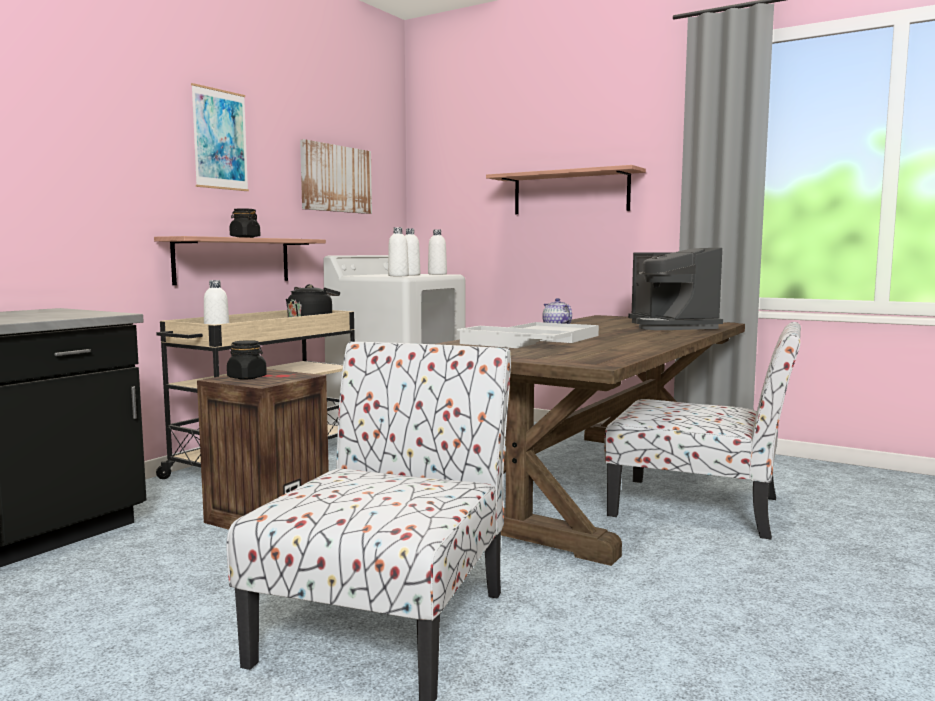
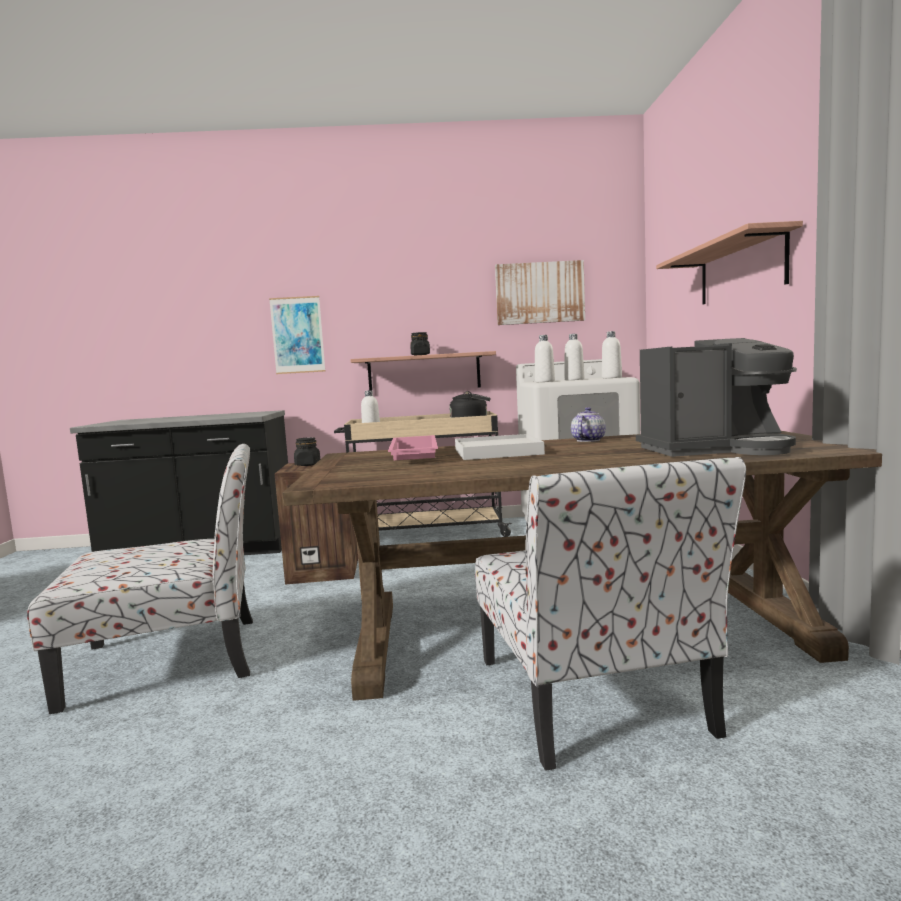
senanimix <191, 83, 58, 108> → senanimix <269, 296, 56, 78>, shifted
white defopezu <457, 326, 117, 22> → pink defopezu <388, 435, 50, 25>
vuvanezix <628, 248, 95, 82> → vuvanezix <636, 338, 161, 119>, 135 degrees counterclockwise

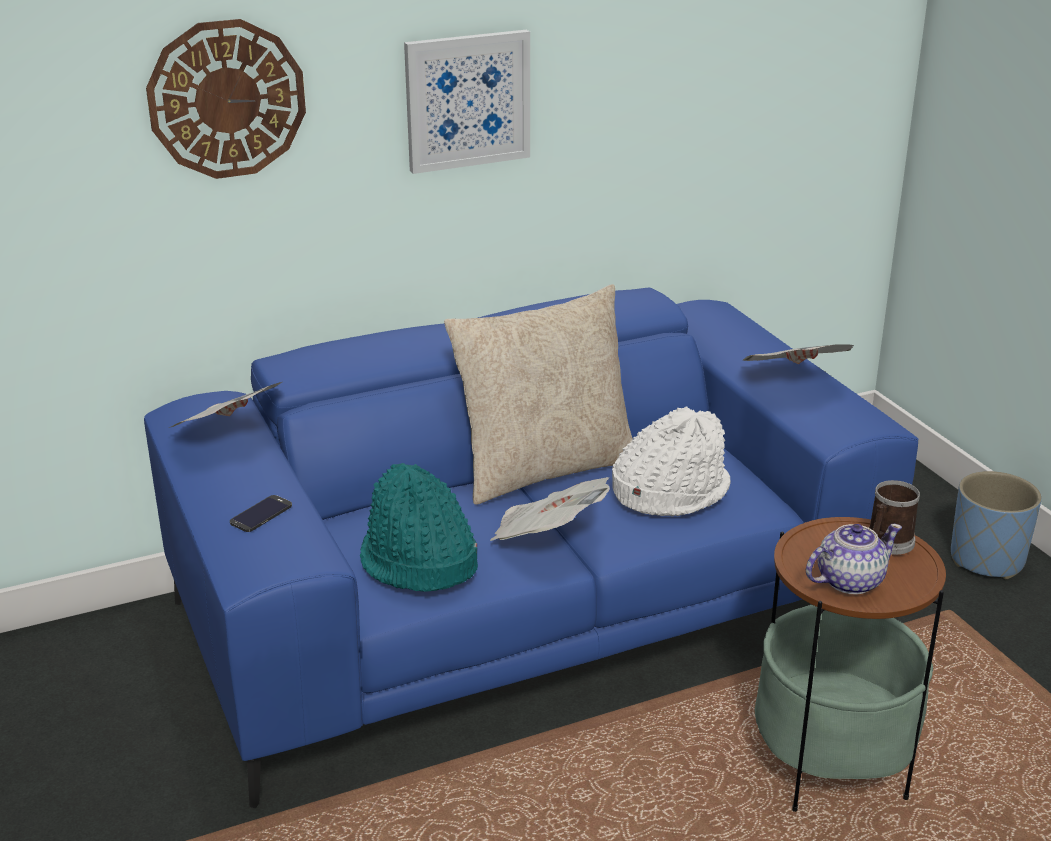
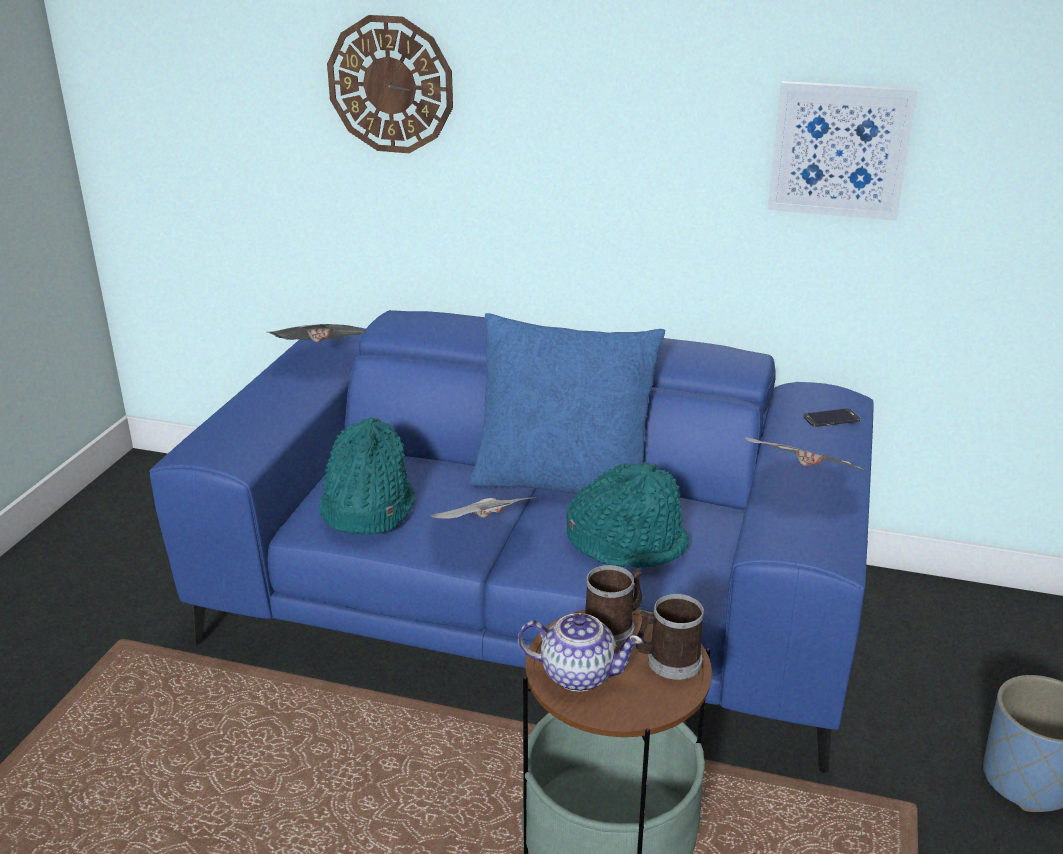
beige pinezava <444, 284, 189, 221> → blue pinezava <469, 313, 196, 181>
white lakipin <612, 406, 119, 111> → turquoise lakipin <566, 461, 123, 107>
- → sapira <585, 565, 57, 82>
senanimix <404, 30, 126, 144> → senanimix <768, 81, 150, 140>, shifted
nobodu <230, 495, 62, 37> → nobodu <803, 408, 57, 19>, shifted

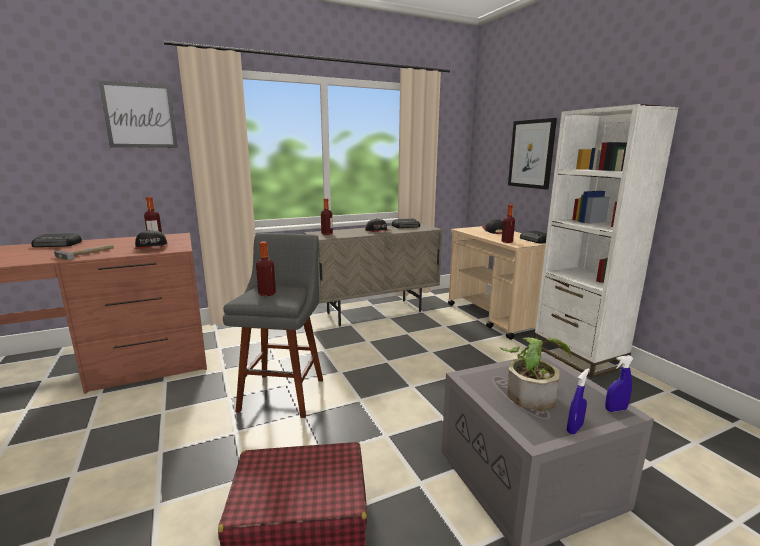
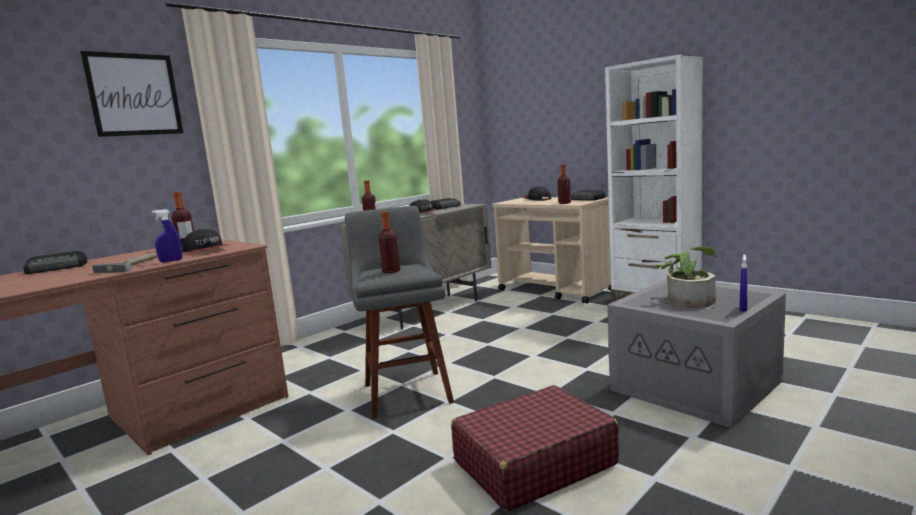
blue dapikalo <605, 355, 29, 57> → blue dapikalo <152, 209, 30, 54>, shifted
senanimix <508, 118, 49, 72> → -

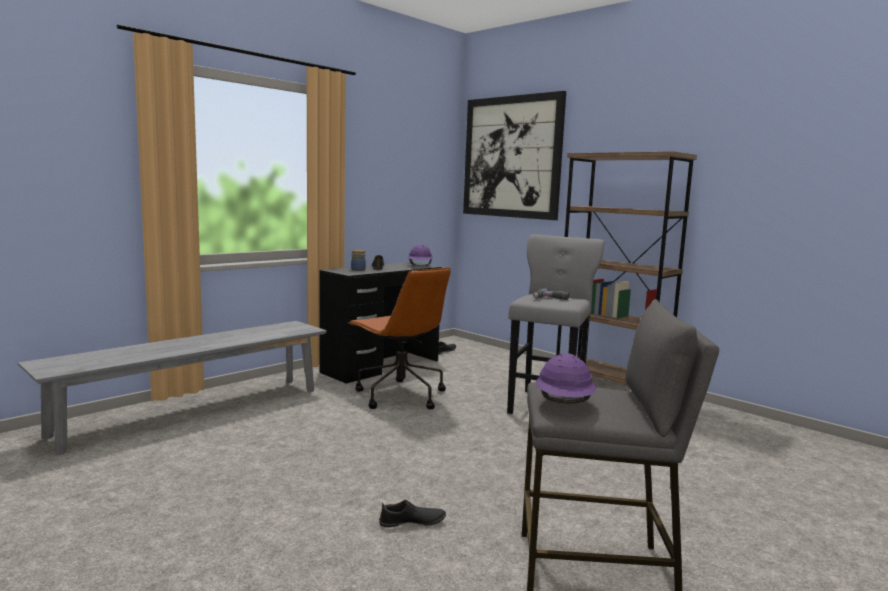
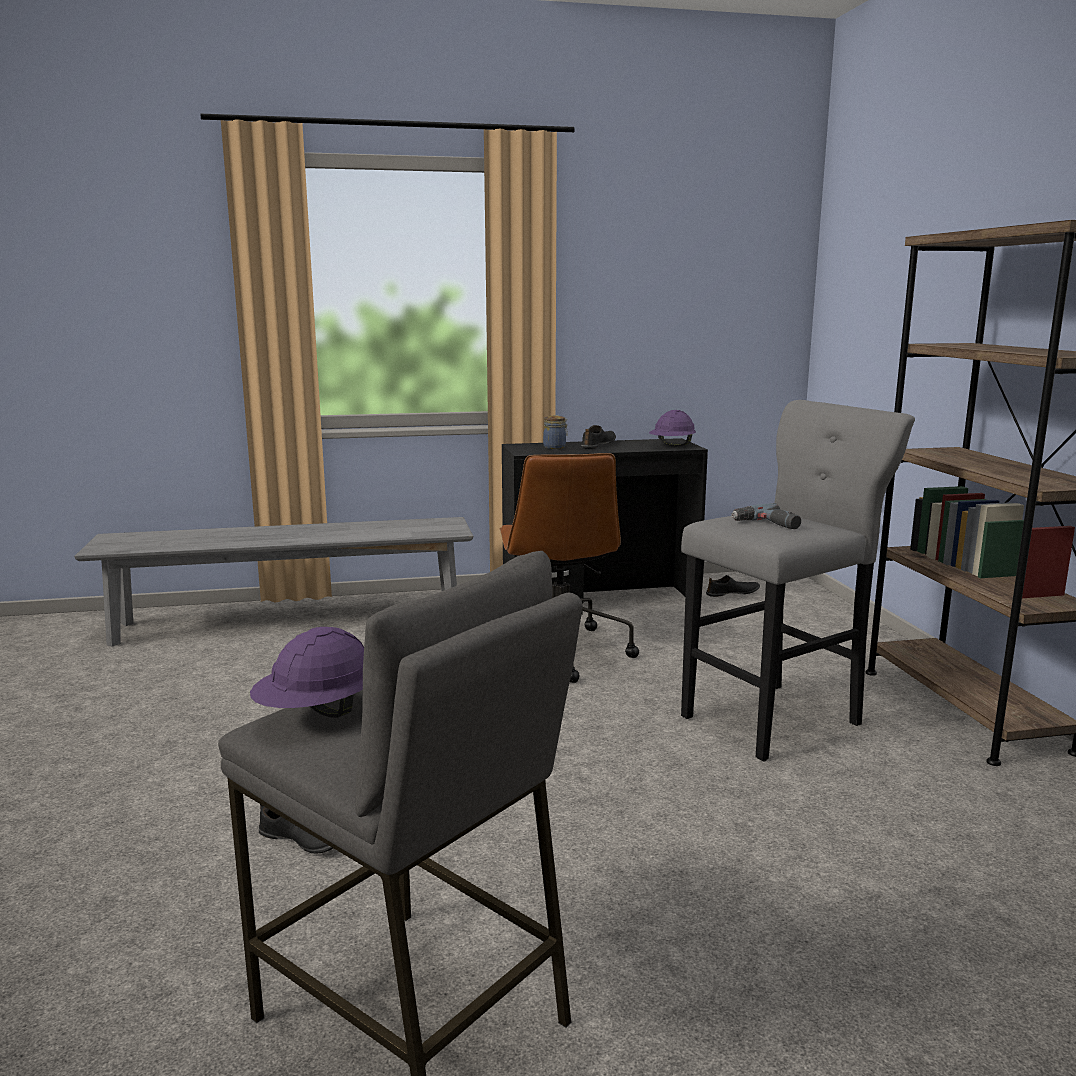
senanimix <463, 91, 103, 129> → -

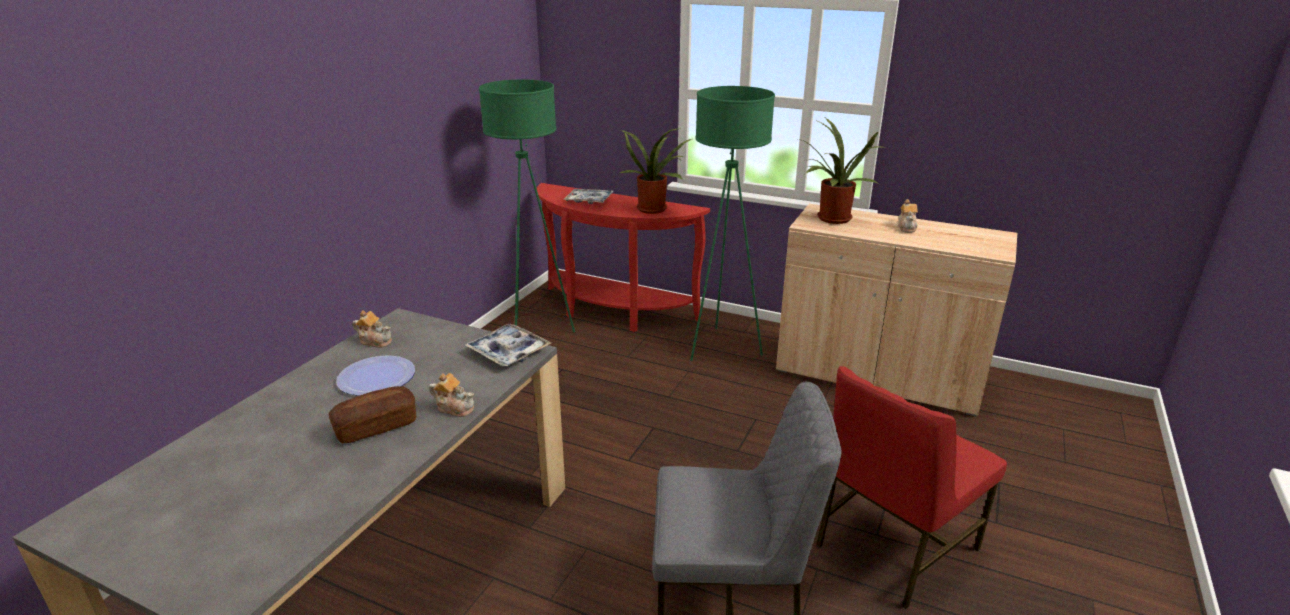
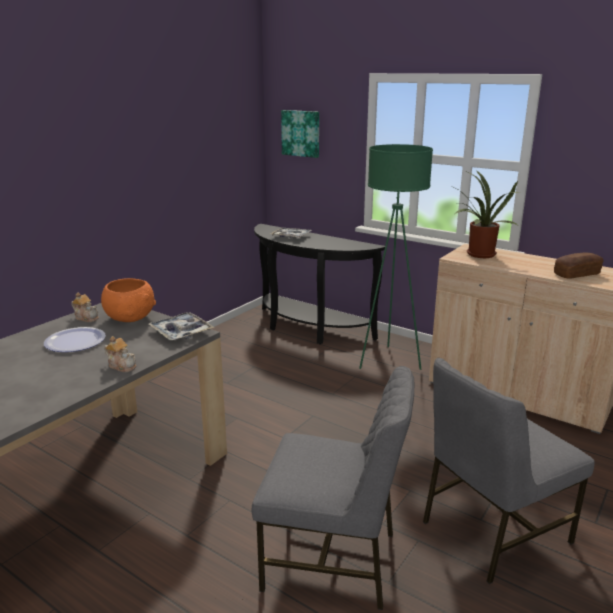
- → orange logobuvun <101, 278, 55, 44>
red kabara <537, 183, 173, 149> → black kabara <254, 224, 131, 120>
- → senanimix <281, 110, 38, 48>
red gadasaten <816, 366, 191, 243> → grey gadasaten <423, 358, 172, 226>
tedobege <329, 386, 88, 57> → tedobege <554, 252, 50, 27>, shifted
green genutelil <479, 79, 96, 253> → -
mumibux <618, 128, 74, 86> → -
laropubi <898, 199, 20, 34> → -

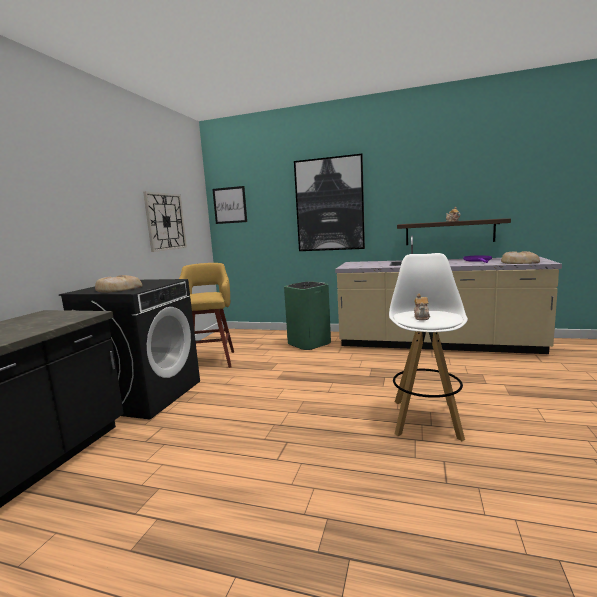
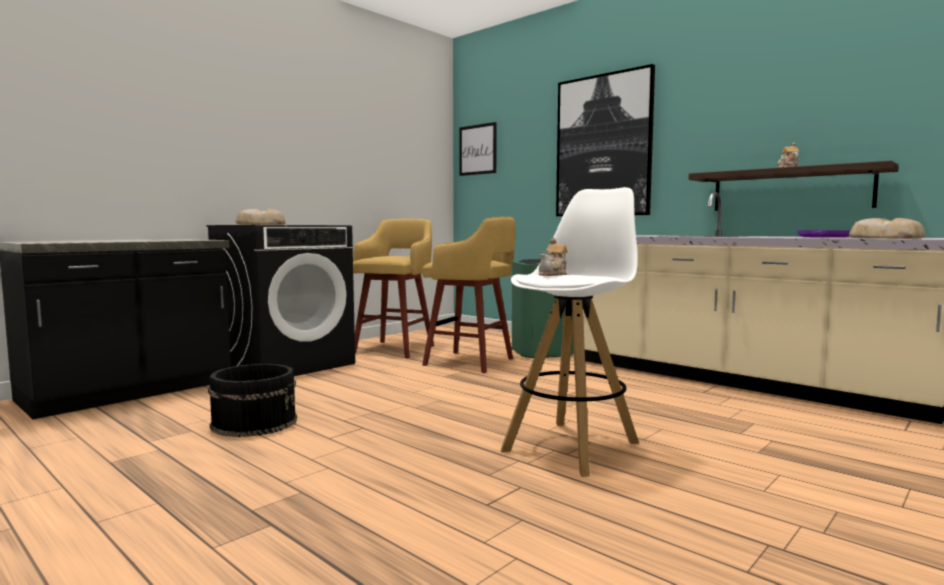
- → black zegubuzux <208, 364, 89, 73>
- → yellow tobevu <422, 217, 93, 156>
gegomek <143, 192, 44, 60> → -

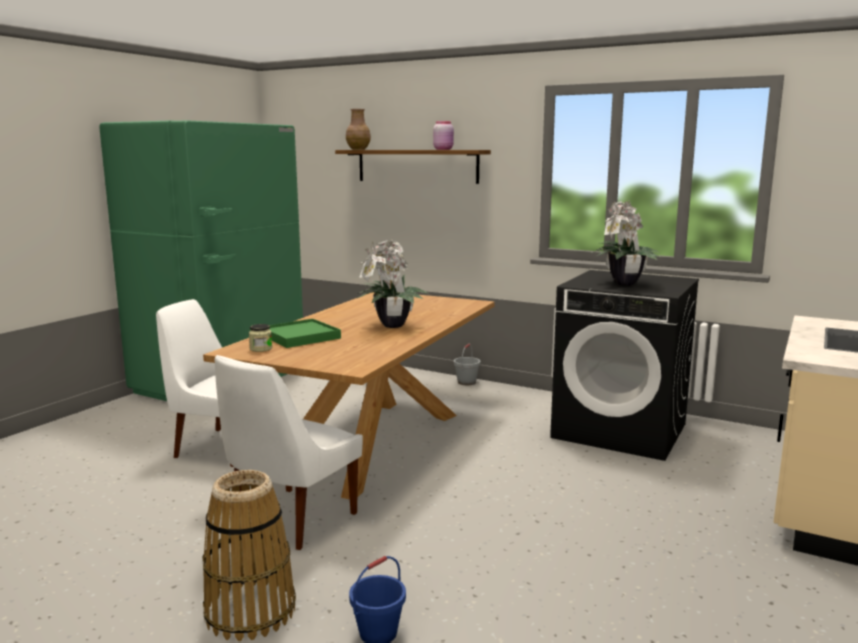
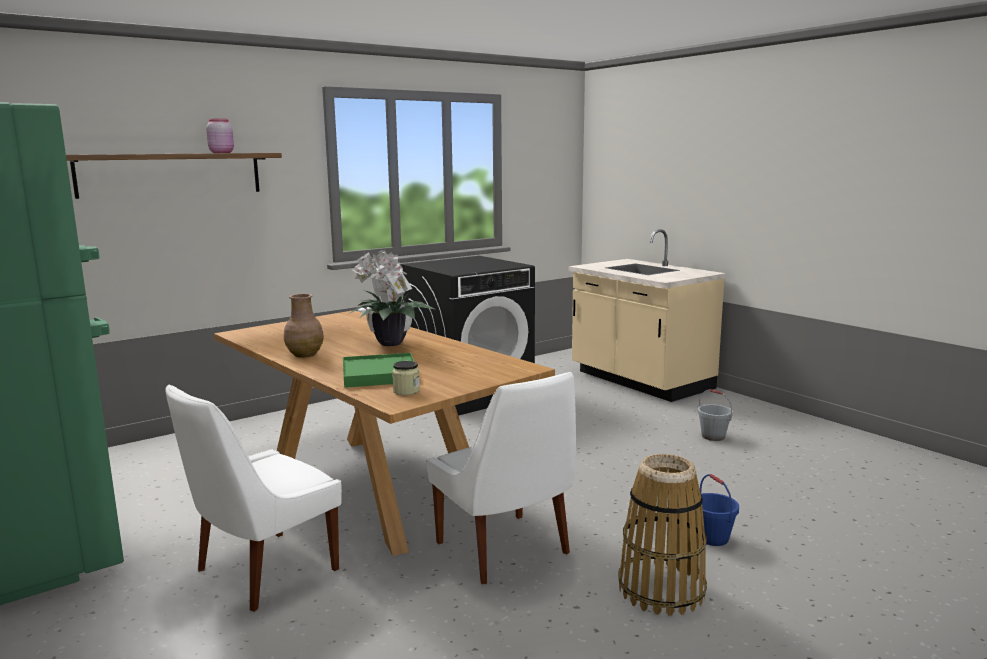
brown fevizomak <346, 109, 25, 41> → brown fevizomak <284, 294, 40, 64>, shifted
grey zegubuzux <454, 344, 27, 41> → grey zegubuzux <697, 389, 36, 52>, shifted
mumibux <591, 200, 69, 86> → -

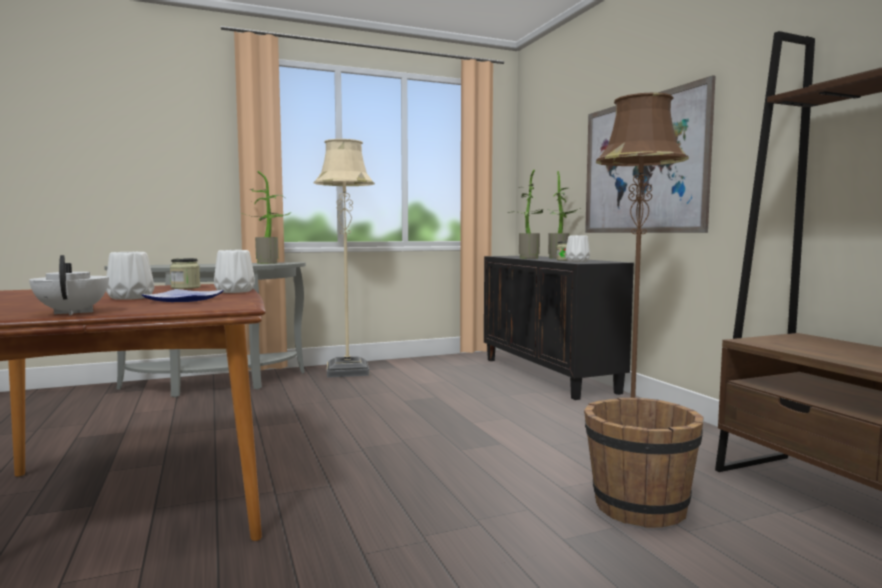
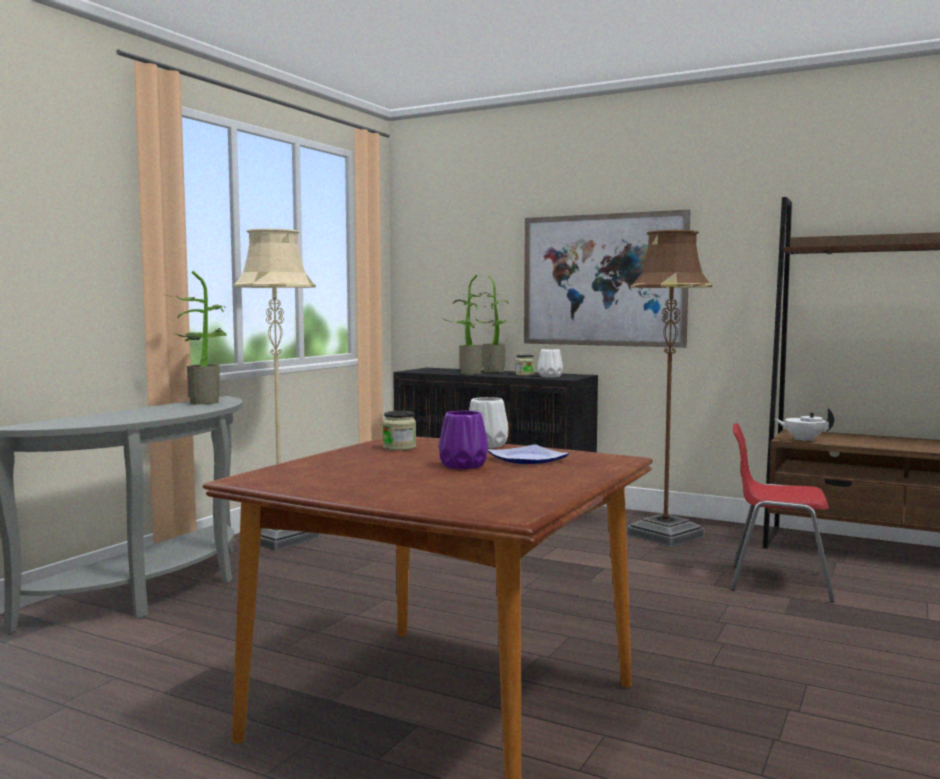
white fevizomak <106, 252, 48, 48> → purple fevizomak <439, 411, 49, 58>
brown zegubuzux <584, 398, 120, 130> → red gadasaten <730, 423, 105, 180>
white laropubi <29, 255, 80, 60> → white laropubi <775, 408, 59, 34>, shifted

